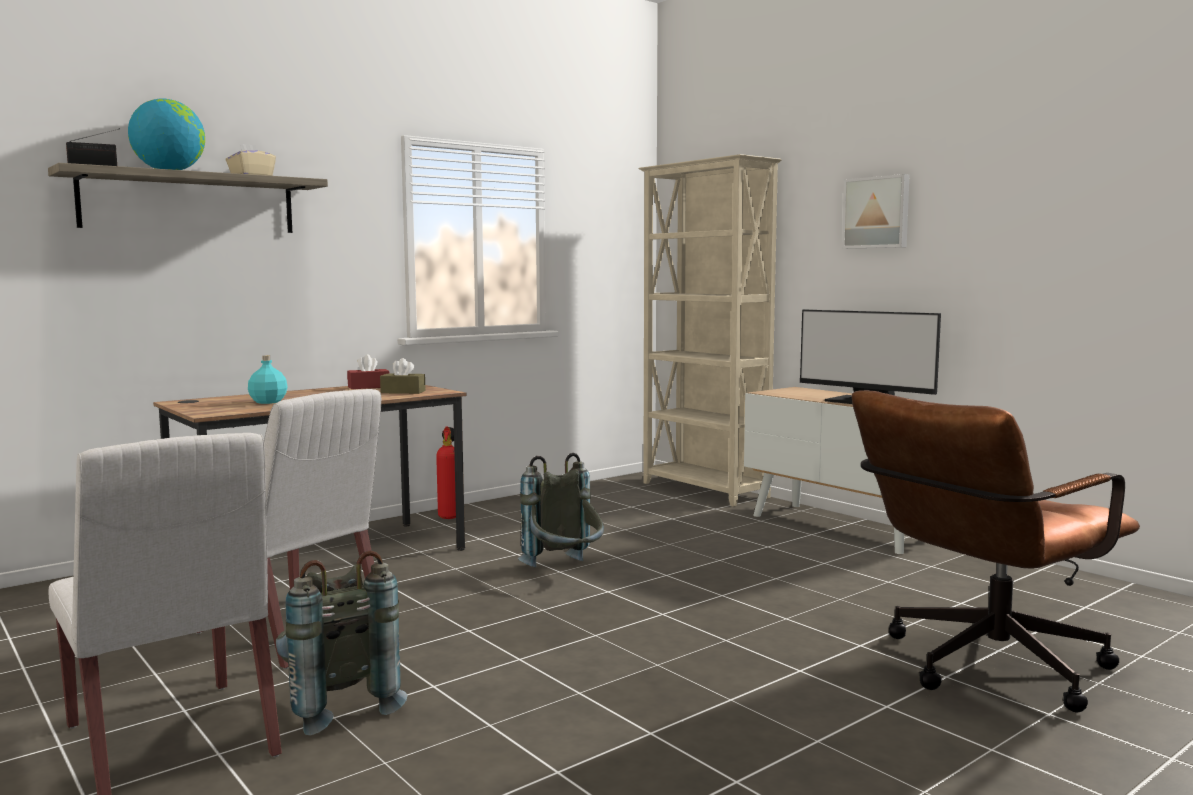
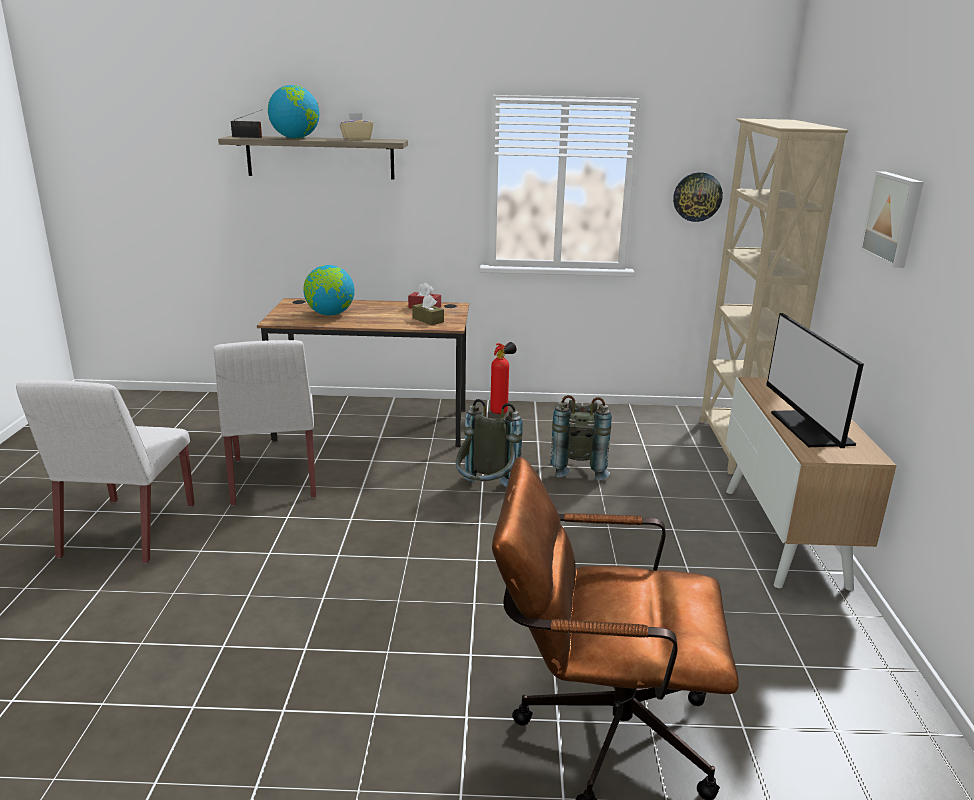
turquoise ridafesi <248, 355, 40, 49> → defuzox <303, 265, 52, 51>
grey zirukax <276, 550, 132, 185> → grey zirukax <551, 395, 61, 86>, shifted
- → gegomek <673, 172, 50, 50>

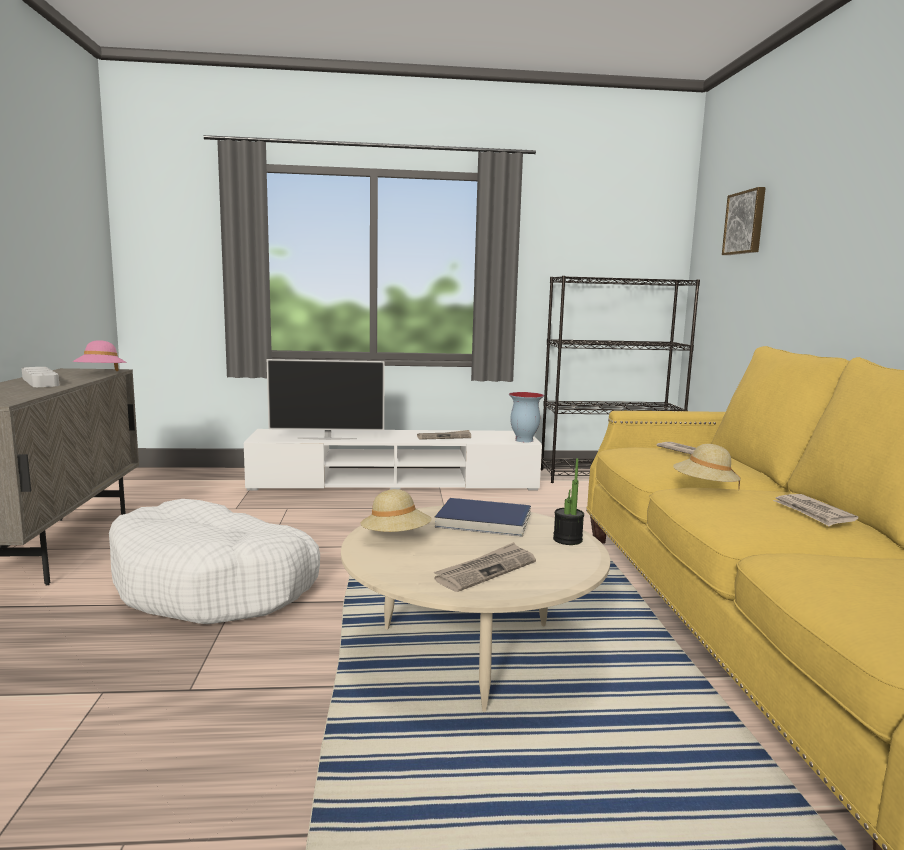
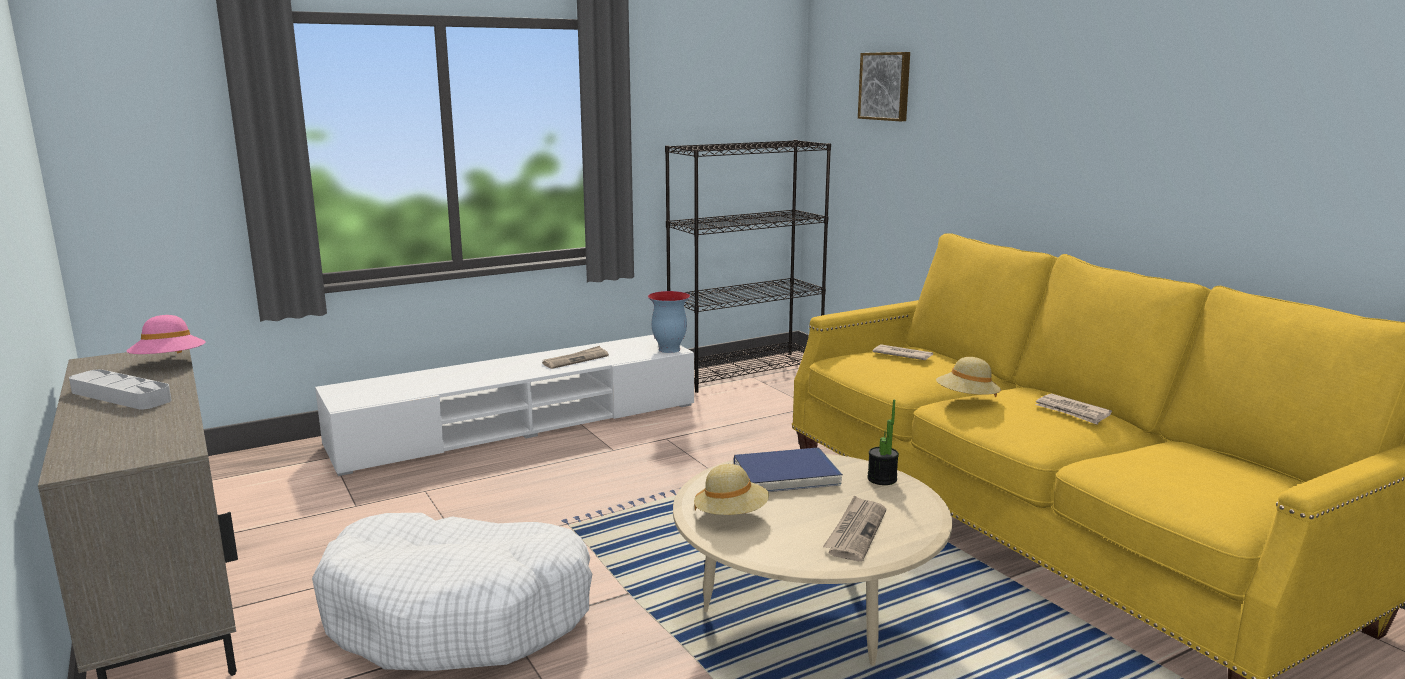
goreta <267, 359, 118, 81> → -

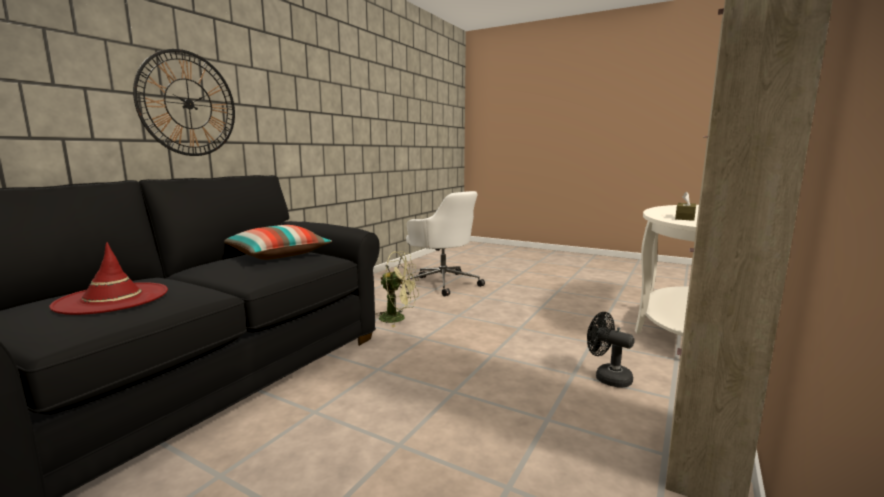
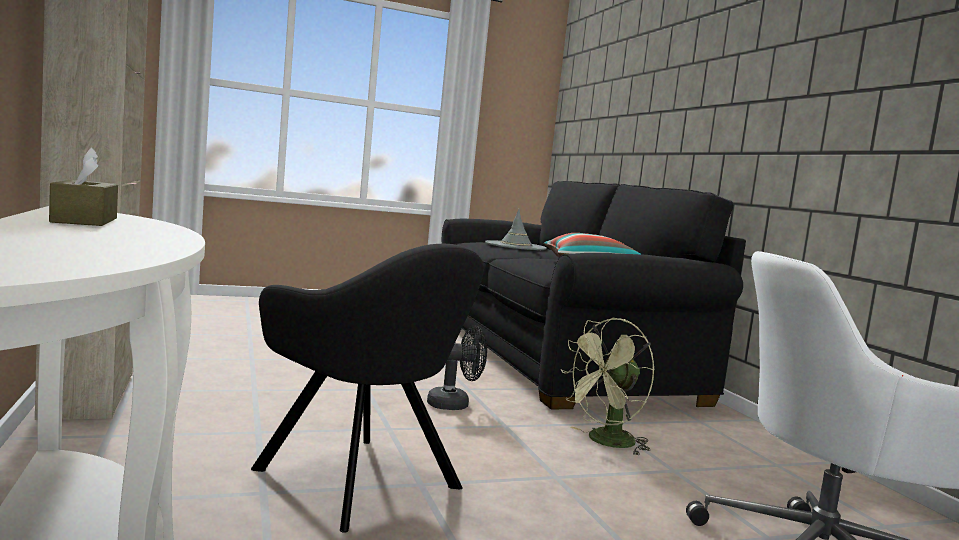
- → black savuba <251, 244, 233, 289>
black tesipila <587, 312, 48, 76> → black tesipila <427, 326, 60, 84>, shifted
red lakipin <50, 242, 118, 73> → grey lakipin <485, 209, 62, 41>
gegomek <133, 49, 102, 107> → -

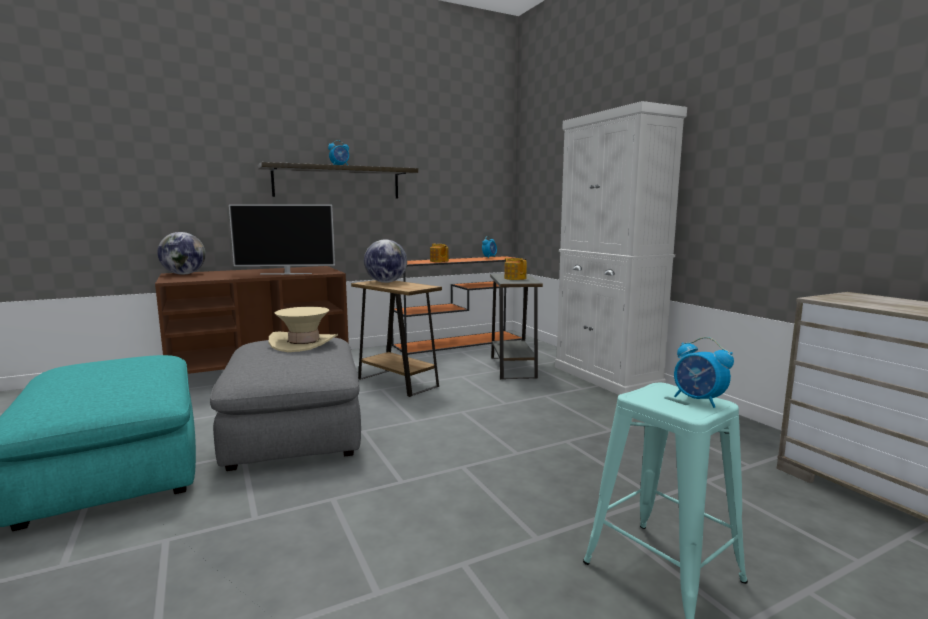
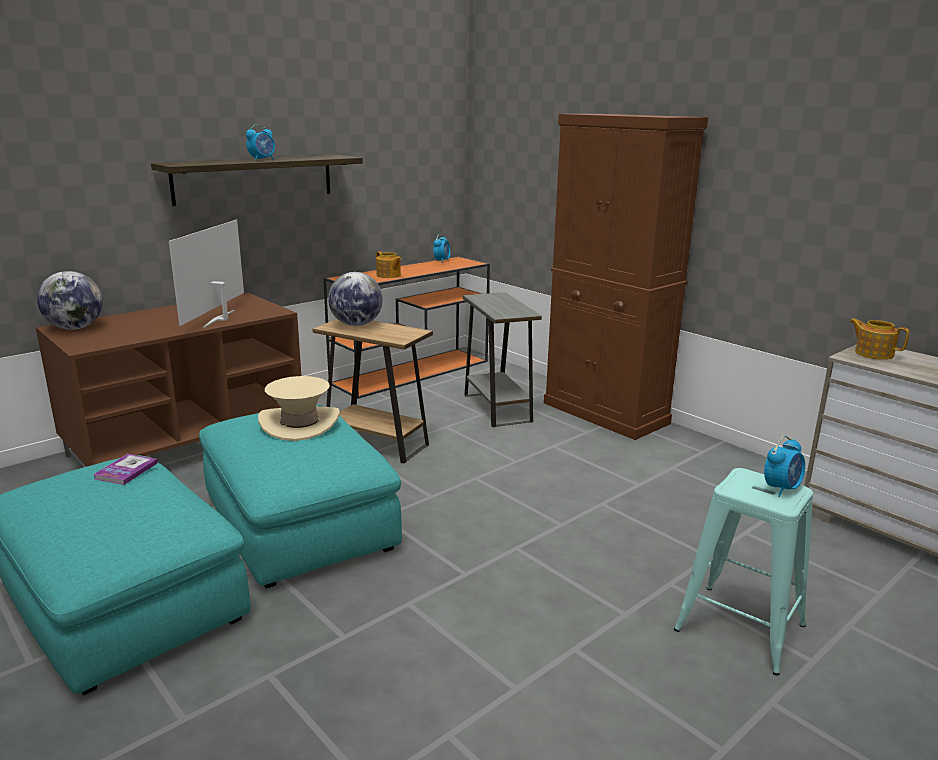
- → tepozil <93, 454, 65, 31>
goreta <229, 204, 106, 71> → goreta <169, 220, 75, 108>, 120 degrees clockwise
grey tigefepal <210, 338, 151, 133> → turquoise tigefepal <199, 405, 203, 183>
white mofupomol <555, 101, 132, 294> → brown mofupomol <544, 114, 164, 326>
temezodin <674, 337, 60, 71> → temezodin <764, 436, 41, 61>, 75 degrees counterclockwise
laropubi <504, 258, 23, 22> → laropubi <849, 318, 61, 42>, shifted

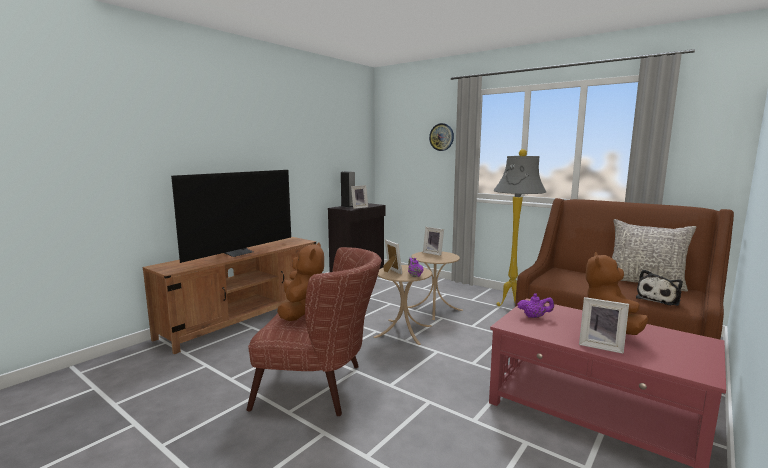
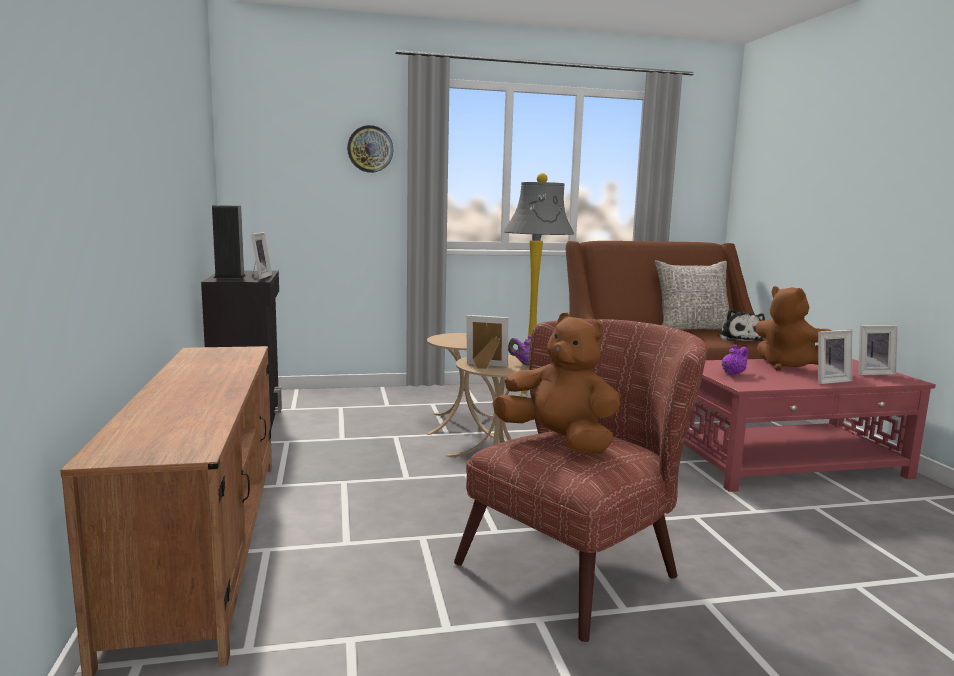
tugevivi <423, 227, 21, 29> → tugevivi <858, 325, 40, 50>, shifted
goreta <171, 170, 120, 93> → -

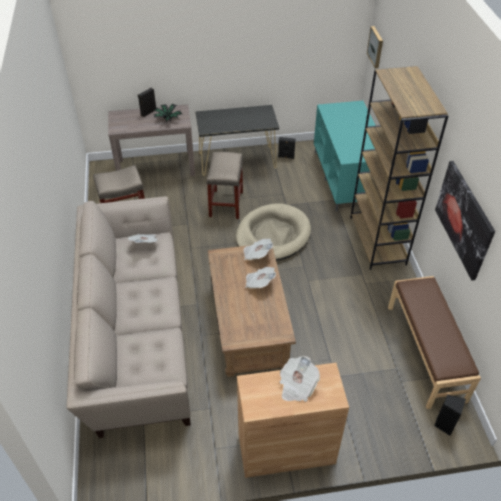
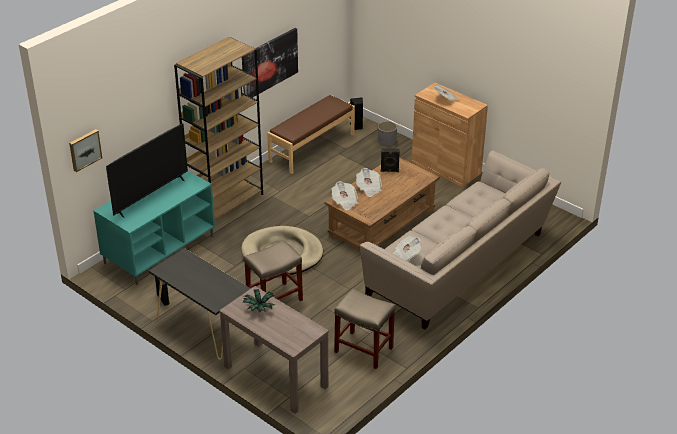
- → goreta <106, 123, 82, 95>
- → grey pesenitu <378, 121, 19, 25>
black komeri <138, 87, 18, 30> → black komeri <381, 148, 19, 24>, shifted

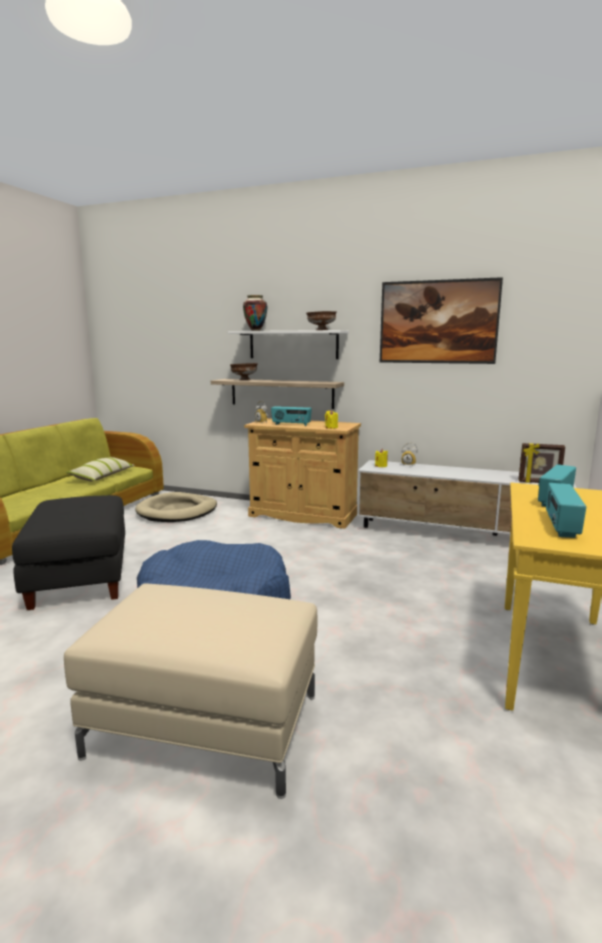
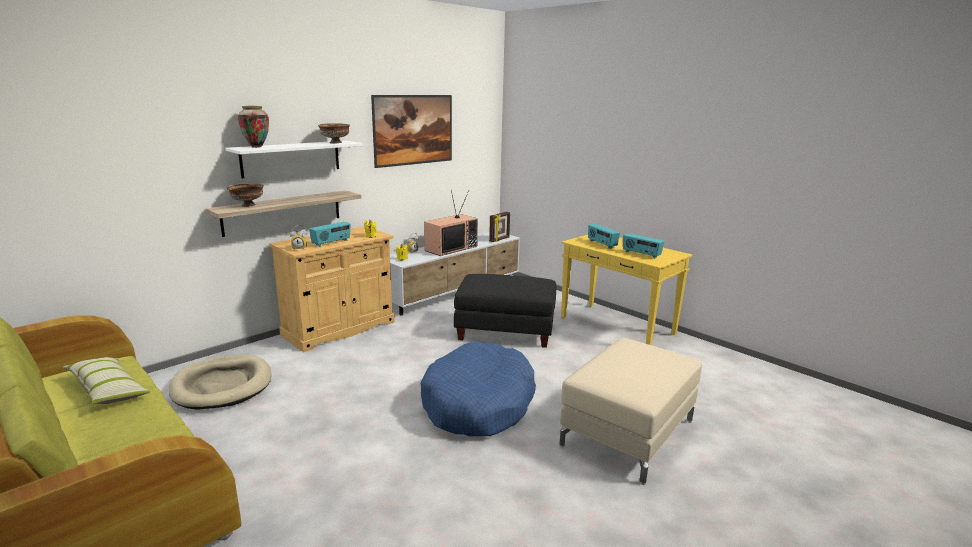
- → goreta <424, 190, 54, 66>
black tigefepal <12, 495, 113, 115> → black tigefepal <454, 274, 102, 74>, shifted

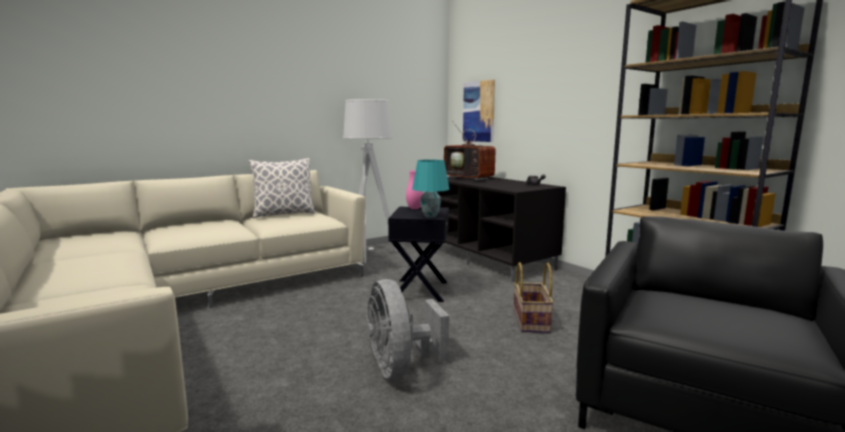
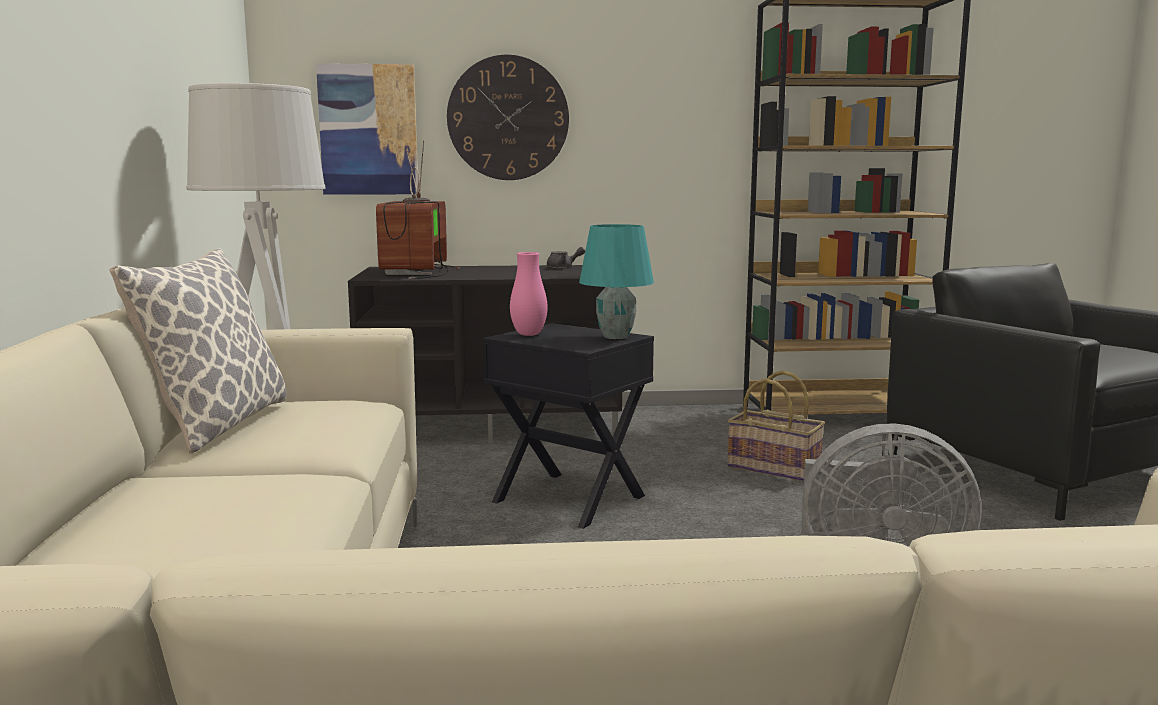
goreta <444, 117, 54, 64> → goreta <376, 140, 84, 139>, 105 degrees clockwise
- → gegomek <447, 55, 122, 125>

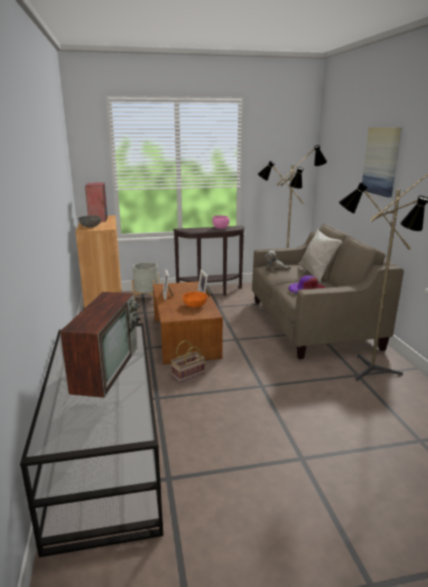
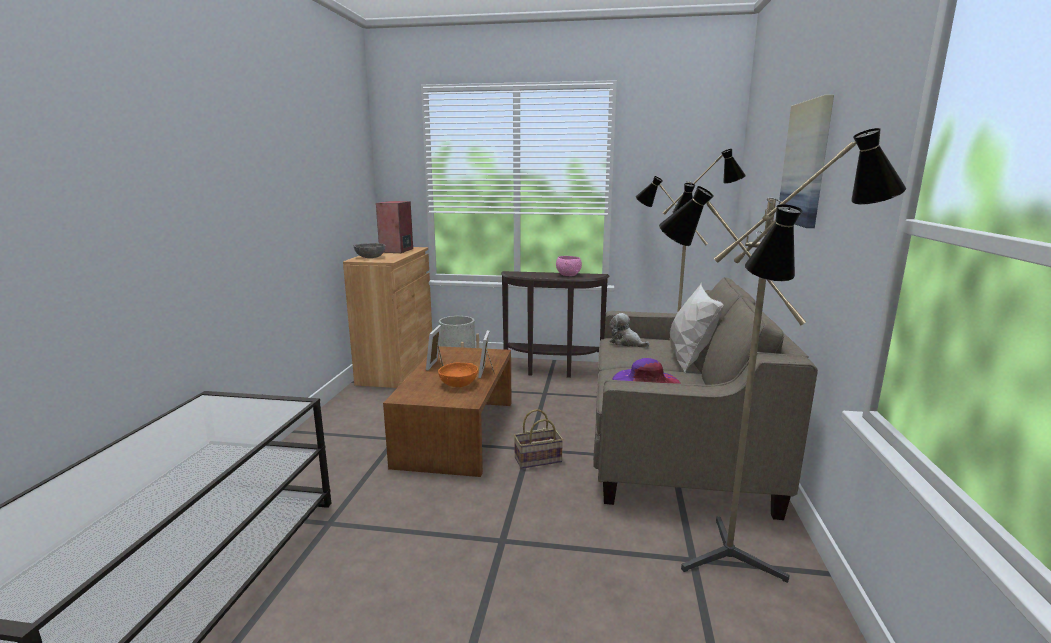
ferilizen <171, 340, 34, 42> → ferilizen <514, 409, 49, 60>, shifted
goreta <60, 292, 81, 106> → -

